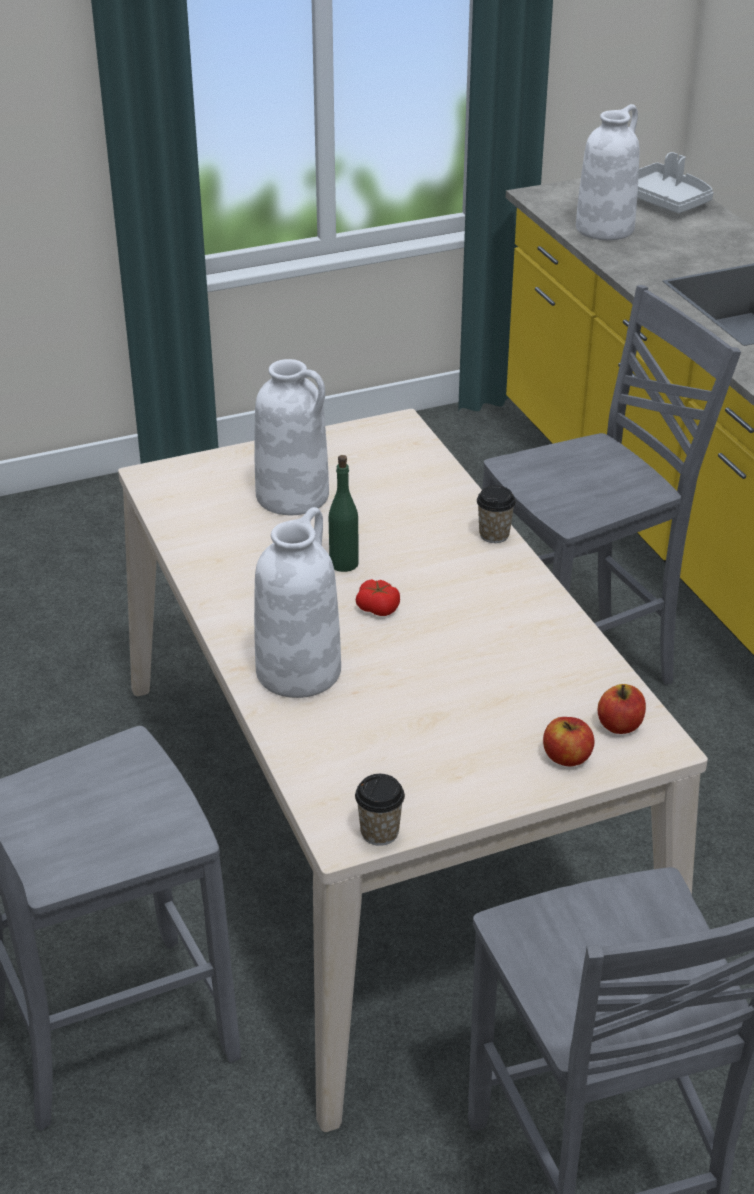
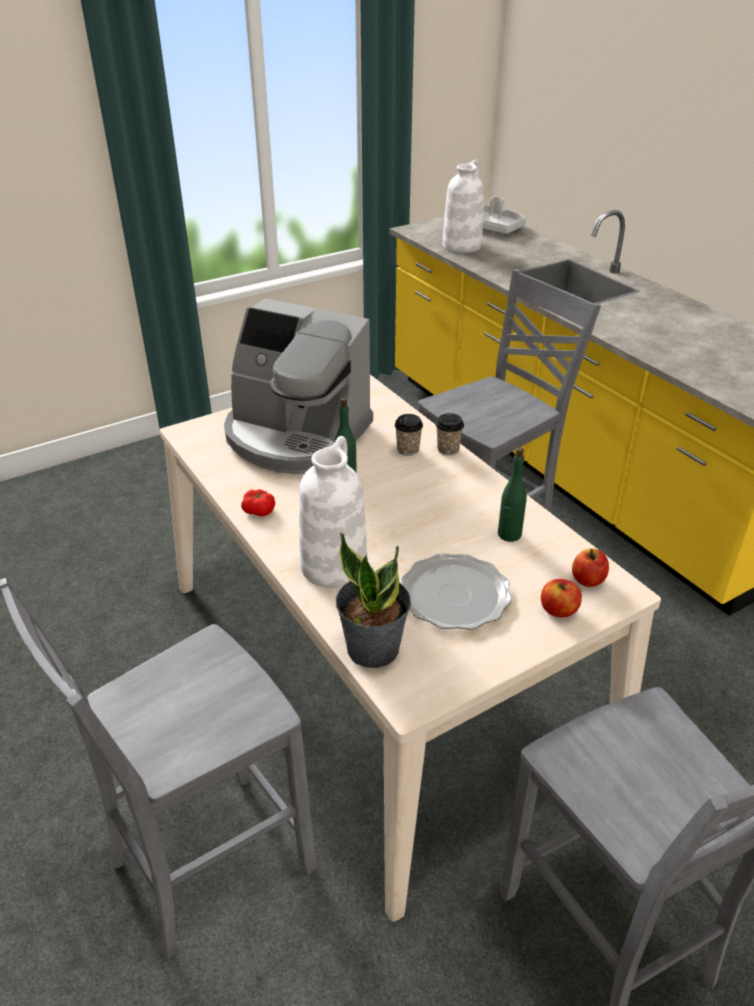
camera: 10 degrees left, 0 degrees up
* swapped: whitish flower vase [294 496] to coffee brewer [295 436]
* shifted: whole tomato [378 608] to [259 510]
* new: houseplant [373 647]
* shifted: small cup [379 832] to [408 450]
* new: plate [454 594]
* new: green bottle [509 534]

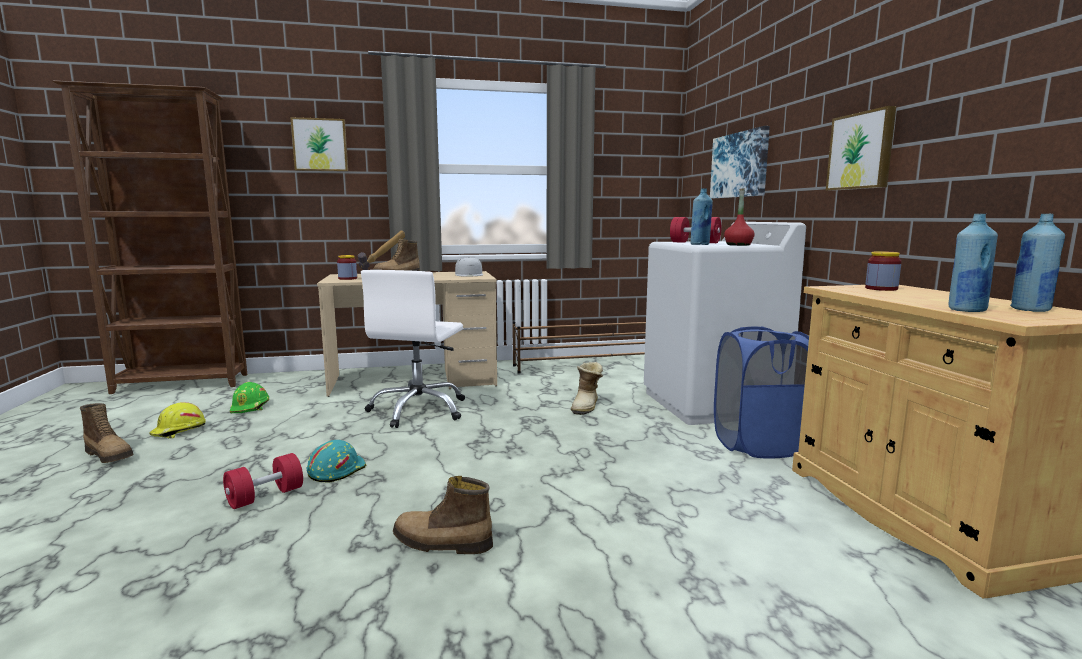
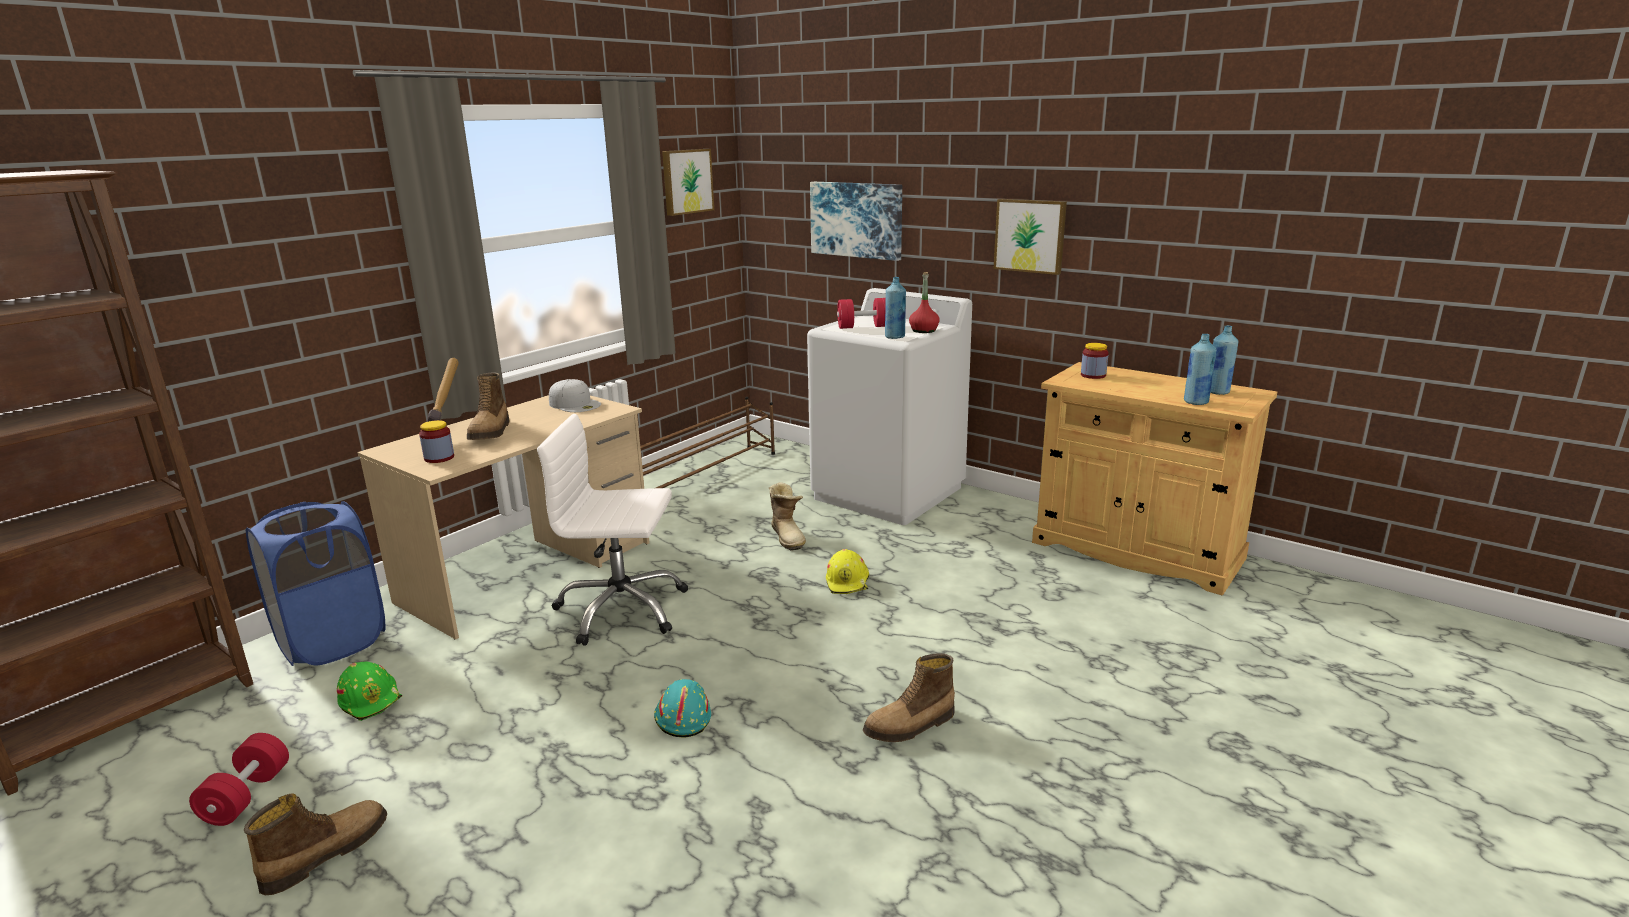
camera: 40 degrees left, 10 degrees up
* shifted: red-coloured dumbbell [265 496] to [247 796]
* rotated: tall boot [110 455] = [325 853] 45 degrees counterclockwise
* shifted: bluish washing basket [758 445] to [332 641]
* rotated: whitish desk chair [419 410] = [621 610] 120 degrees clockwise
* shifted: wall art [320 145] to [686 181]
* shifted: yellow-coloured hard hat [179 431] to [848 582]

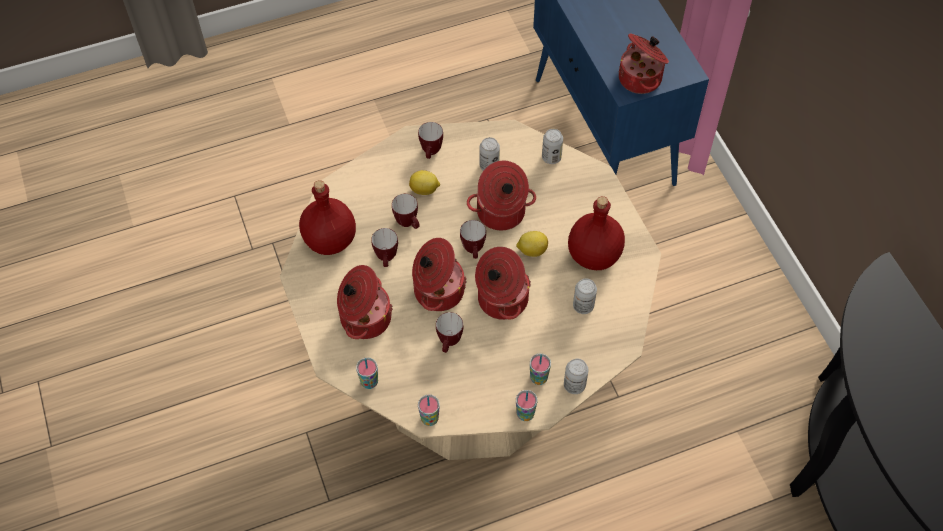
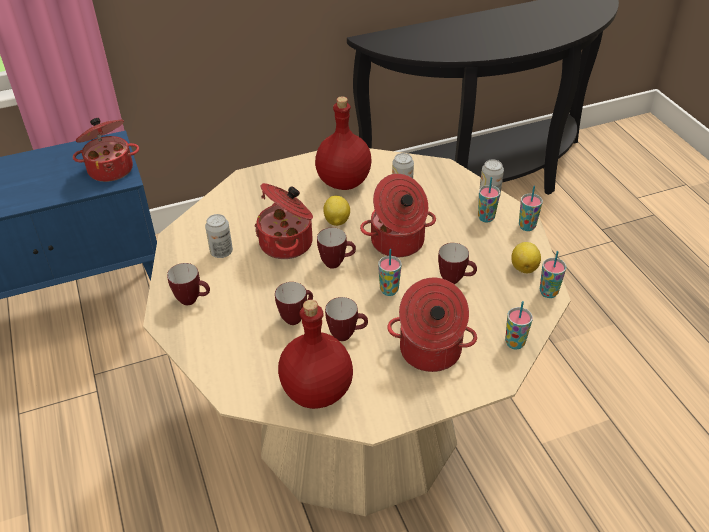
camera: 90 degrees left, 15 degrees down
* swapped: saucepot [437 290] to small cup [389 290]
* shifted: citrus fruit [425 190] to [524 267]
* gone: metal can [551 157]

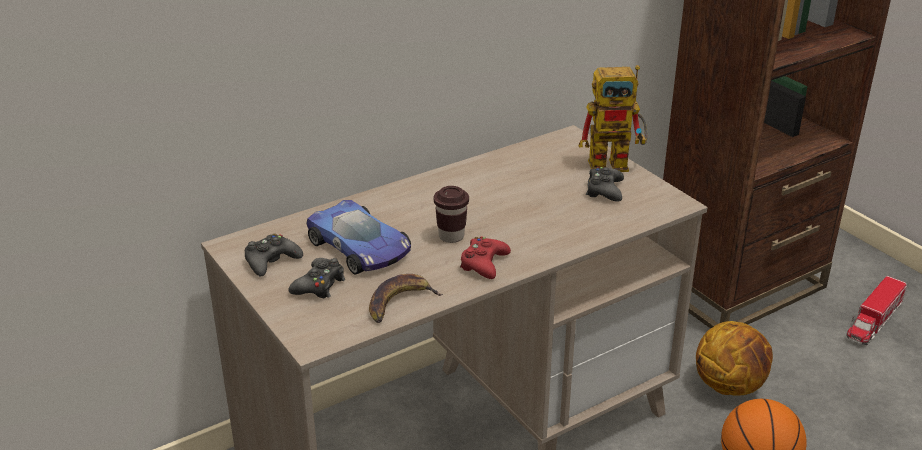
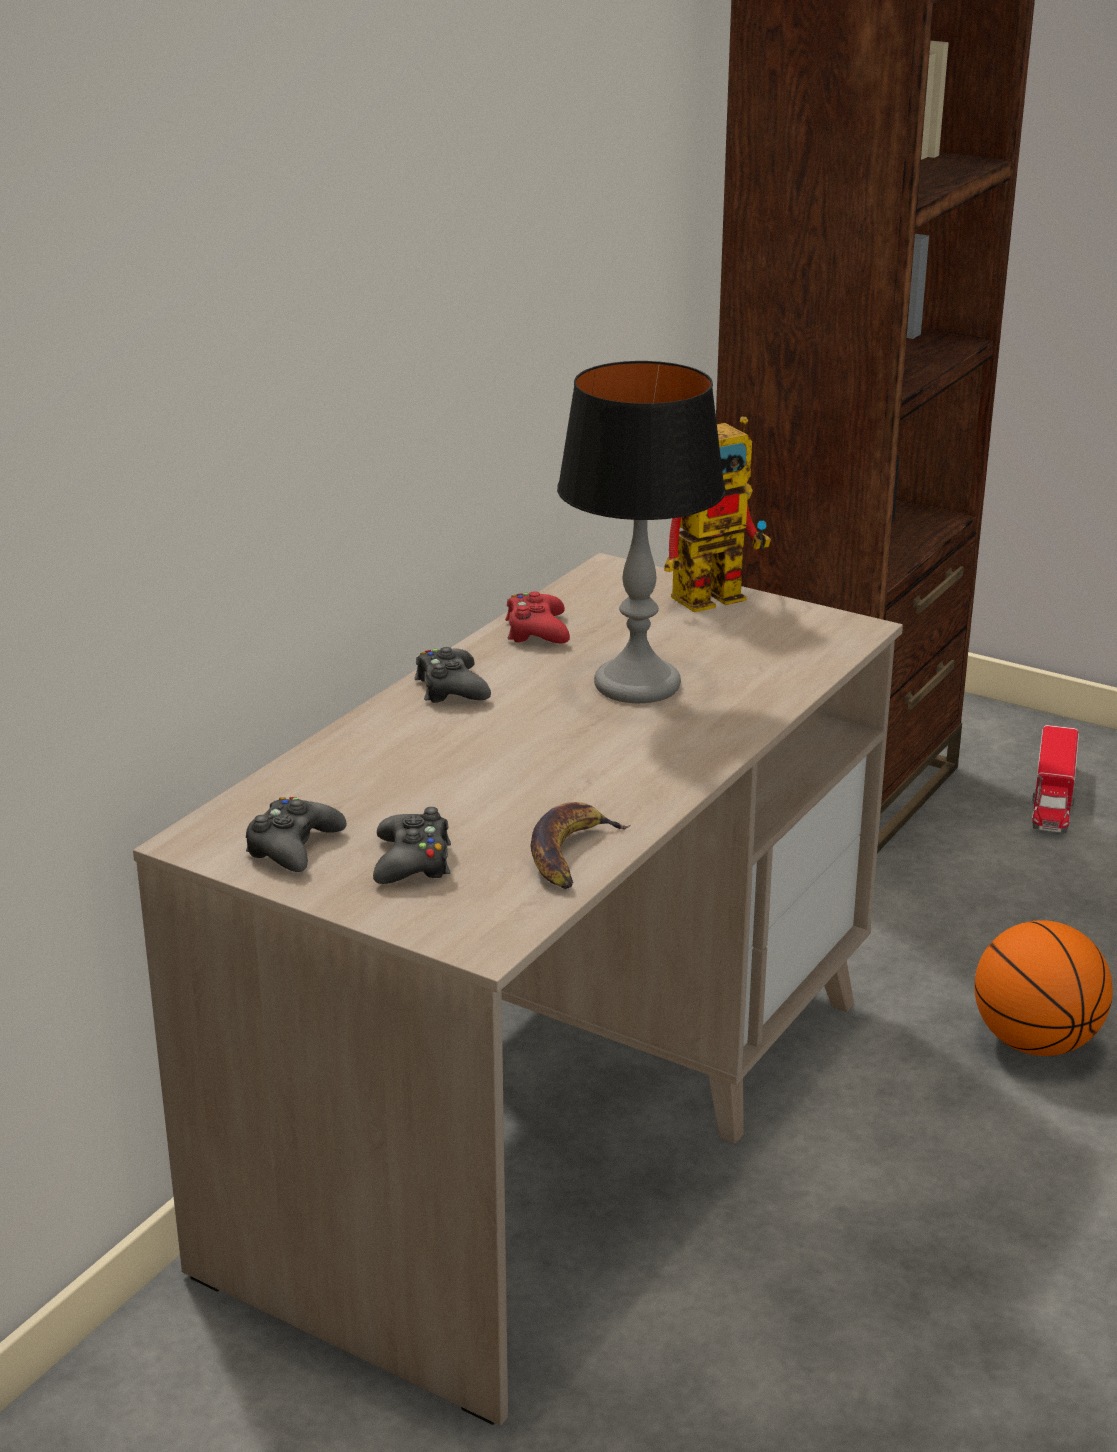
camera: 25 degrees left, 5 degrees down
* shifted: blackish game controller [604 190] to [451 688]
* shifted: red-coloured game controller [484 264] to [536 631]
* new: tabletop lamp [637 684]
* gone: model car [360 248]
* gone: brownish small cup [451 236]
* gone: basketball [730 386]

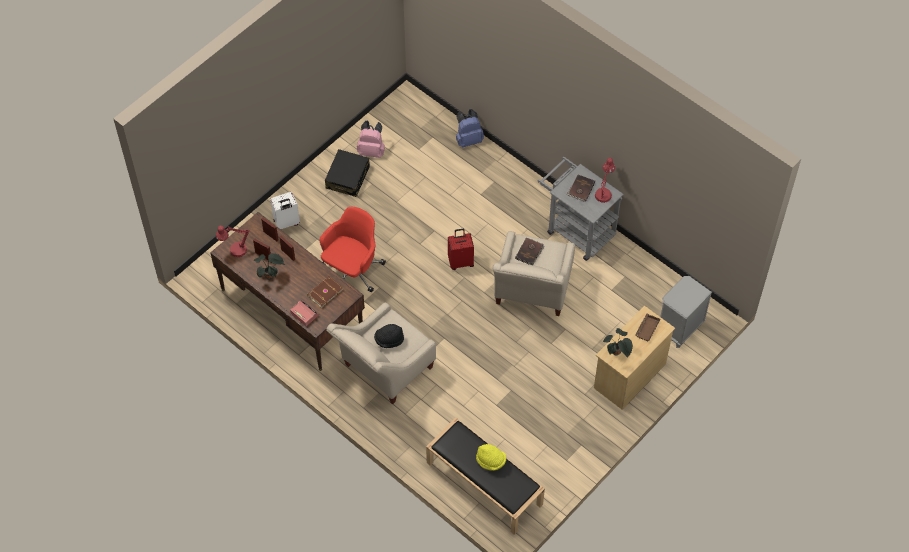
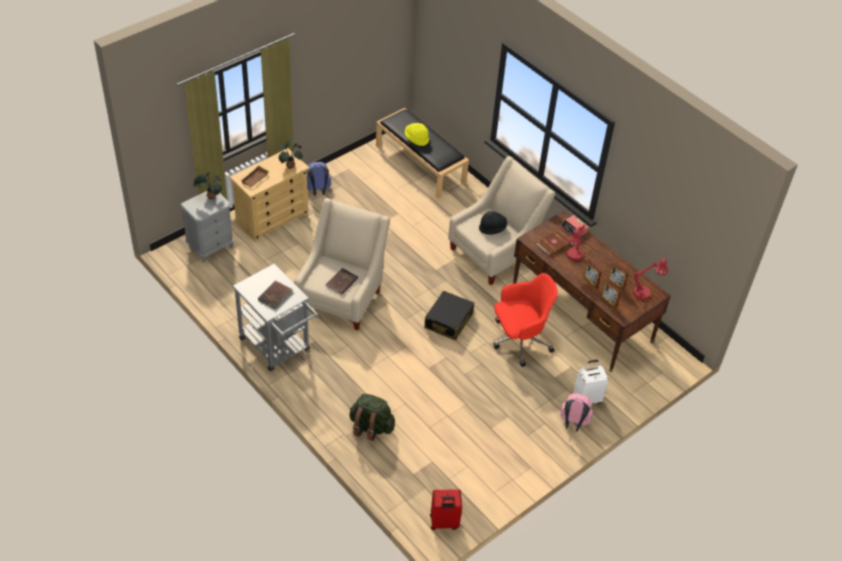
camera: 175 degrees left, 10 degrees down
* shifted: houseplant [270 276] to [210 197]
* shifted: bluish rucksack [468 139] to [318 191]
* new: green rucksack [371 427]
* shifted: blackish travel case [348 177] to [448 321]
* shifted: red-coloured travel case [460 262] to [444 523]
* rotated: red-coloured desk chair [352 271] = [519 340] 150 degrees counterclockwise
* shifted: pink rucksack [372 151] to [573 423]
* shifted: red-coloured tabletop lamp [604 192] to [573 257]

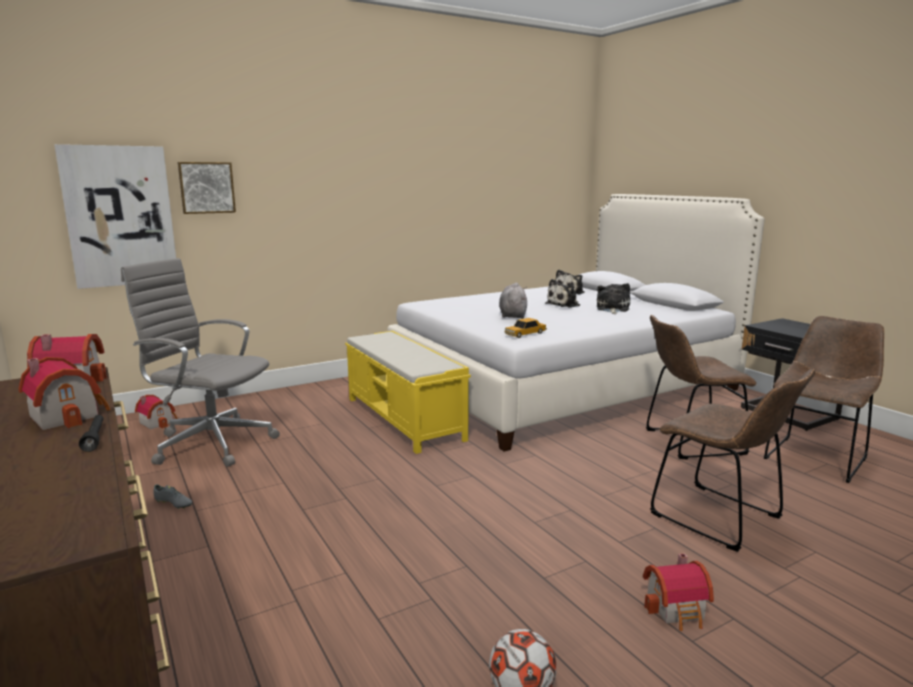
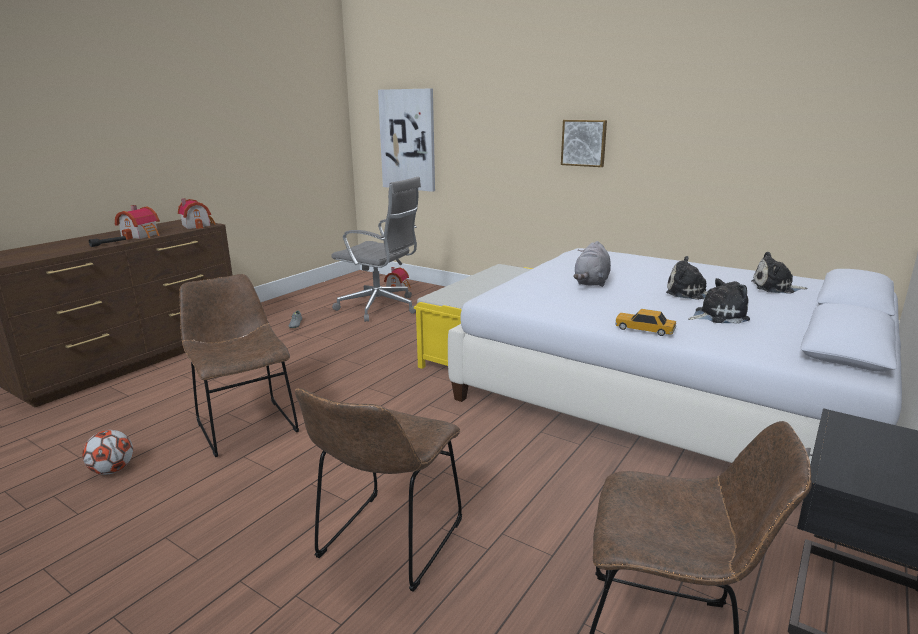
camera: 65 degrees right, 5 degrees up
* shifted: brownish chair [689 442] to [245 424]
* rotated: gray desk chair [211 443] = [380 308] 120 degrees clockwise
* shifted: wall art [206 187] to [584 143]
* rotated: gray plush toy [512 315] = [591 282] 135 degrees clockwise
* shifted: model car [525 334] to [644 329]
* gone: miniature house [678 609]

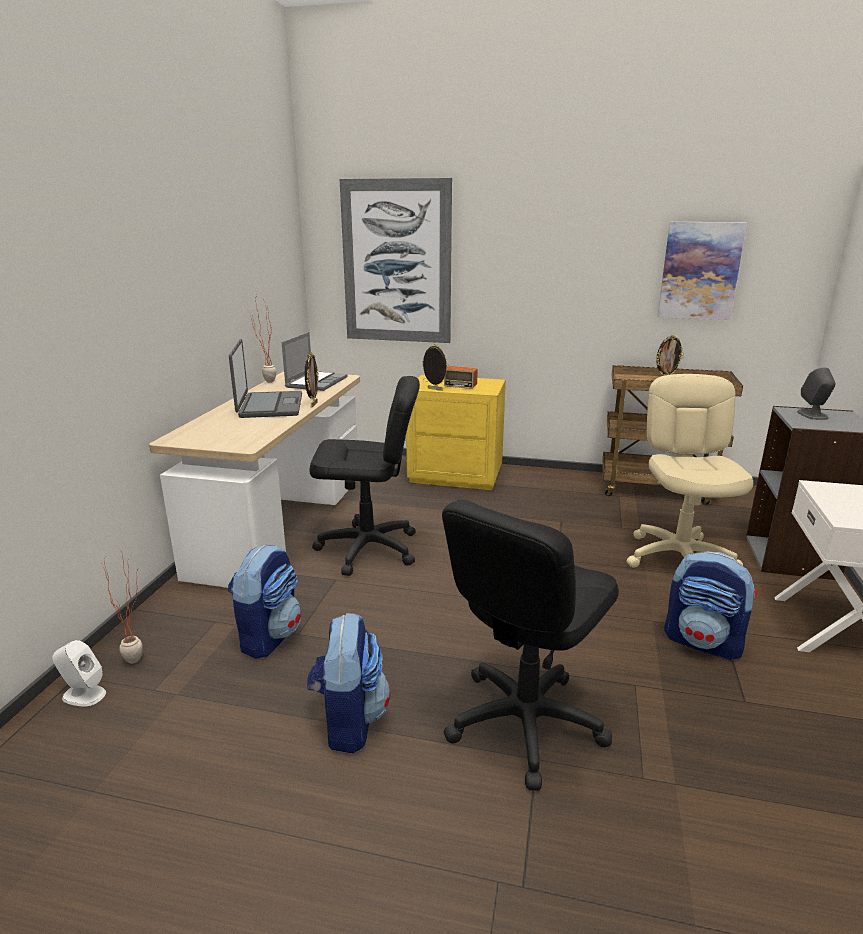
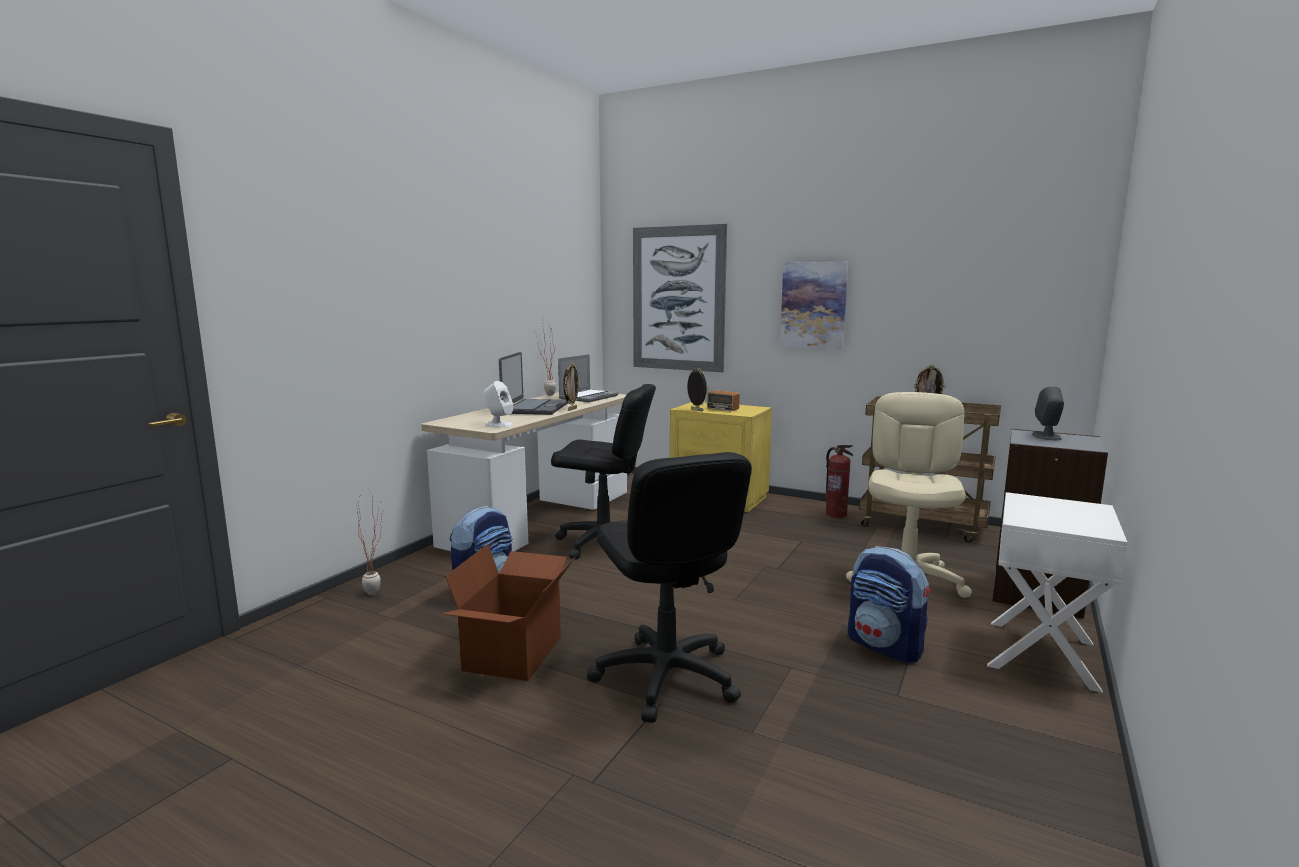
camera: 15 degrees right, 10 degrees down
* swapped: rucksack [349 721] to carton [515 654]
* shifted: whitish audio speaker [83 695] to [498 425]
* rotated: blackish desk chair [524 722] = [666 677] 75 degrees counterclockwise
* shifted: wall art [699 271] to [813 305]
* new: fire extinguisher [836 514]

